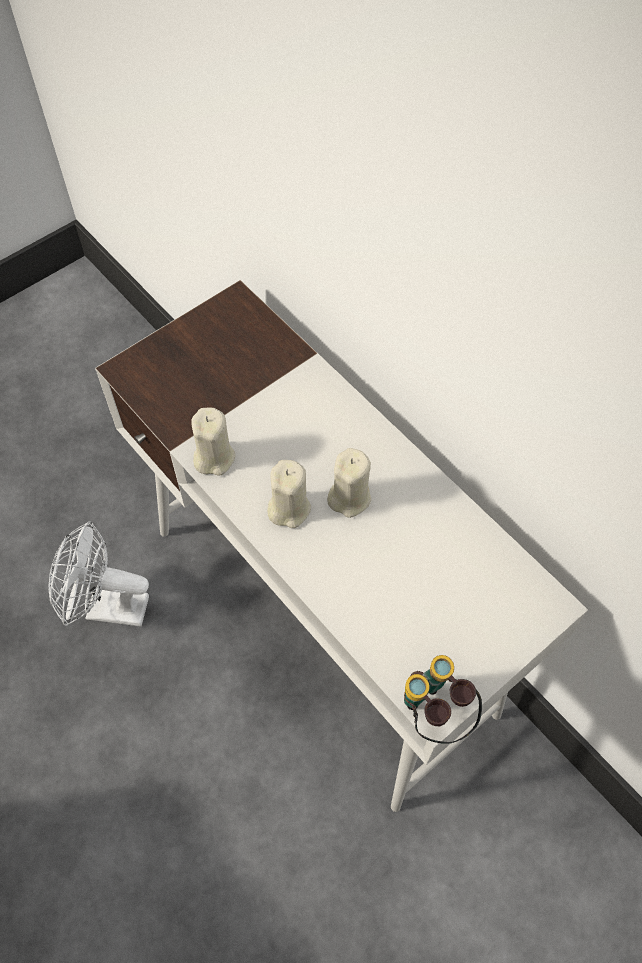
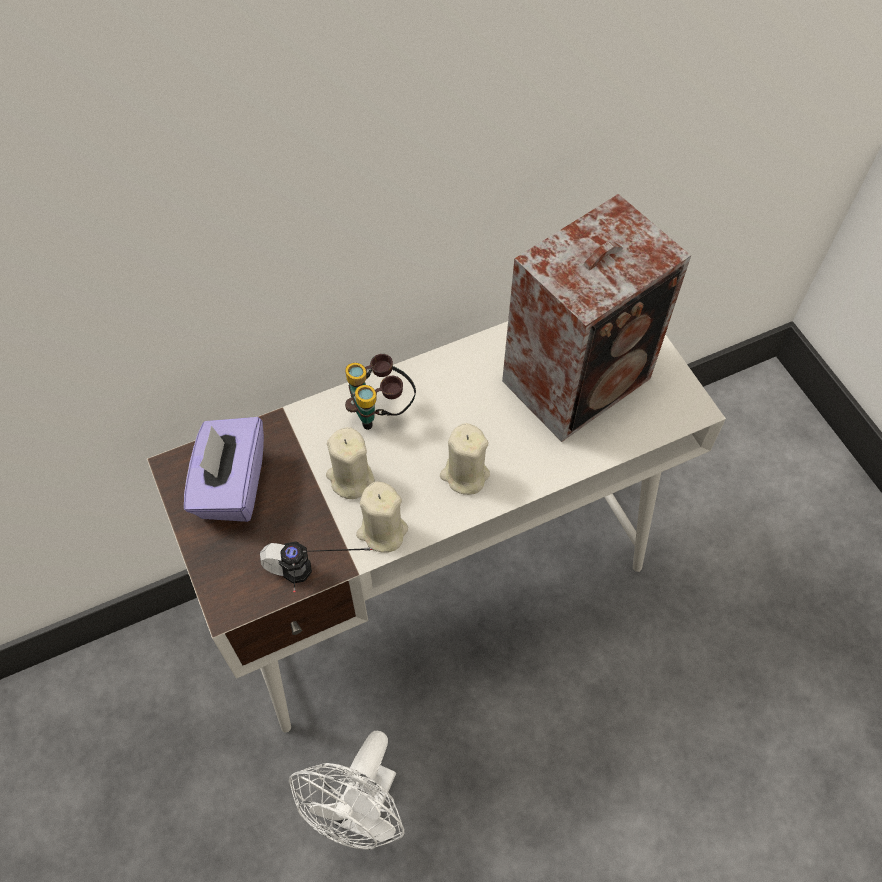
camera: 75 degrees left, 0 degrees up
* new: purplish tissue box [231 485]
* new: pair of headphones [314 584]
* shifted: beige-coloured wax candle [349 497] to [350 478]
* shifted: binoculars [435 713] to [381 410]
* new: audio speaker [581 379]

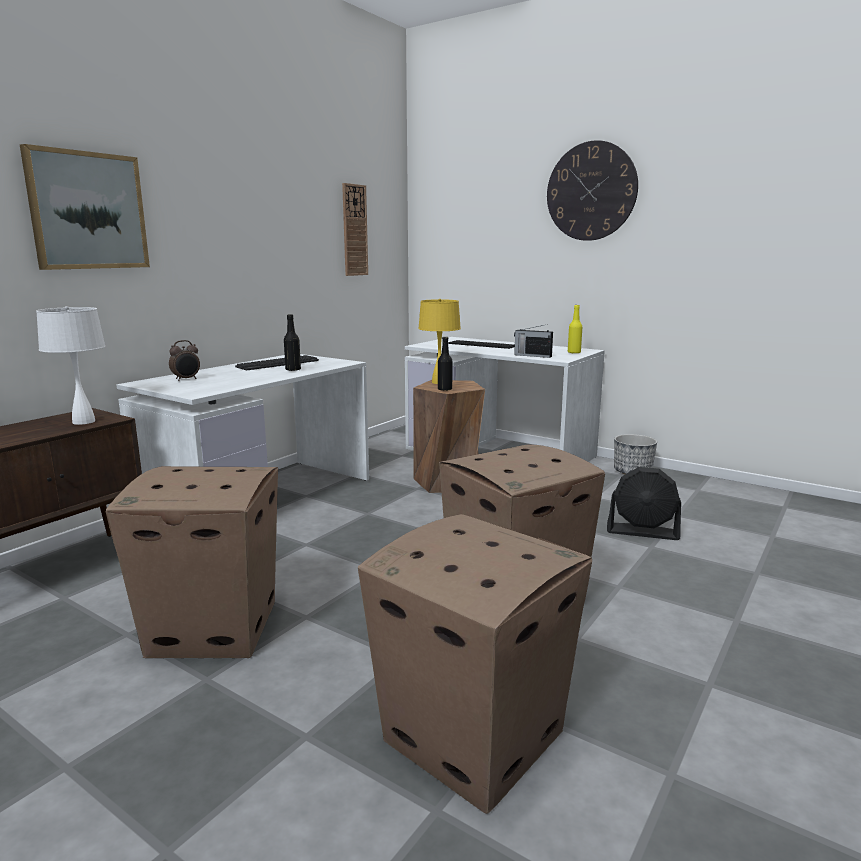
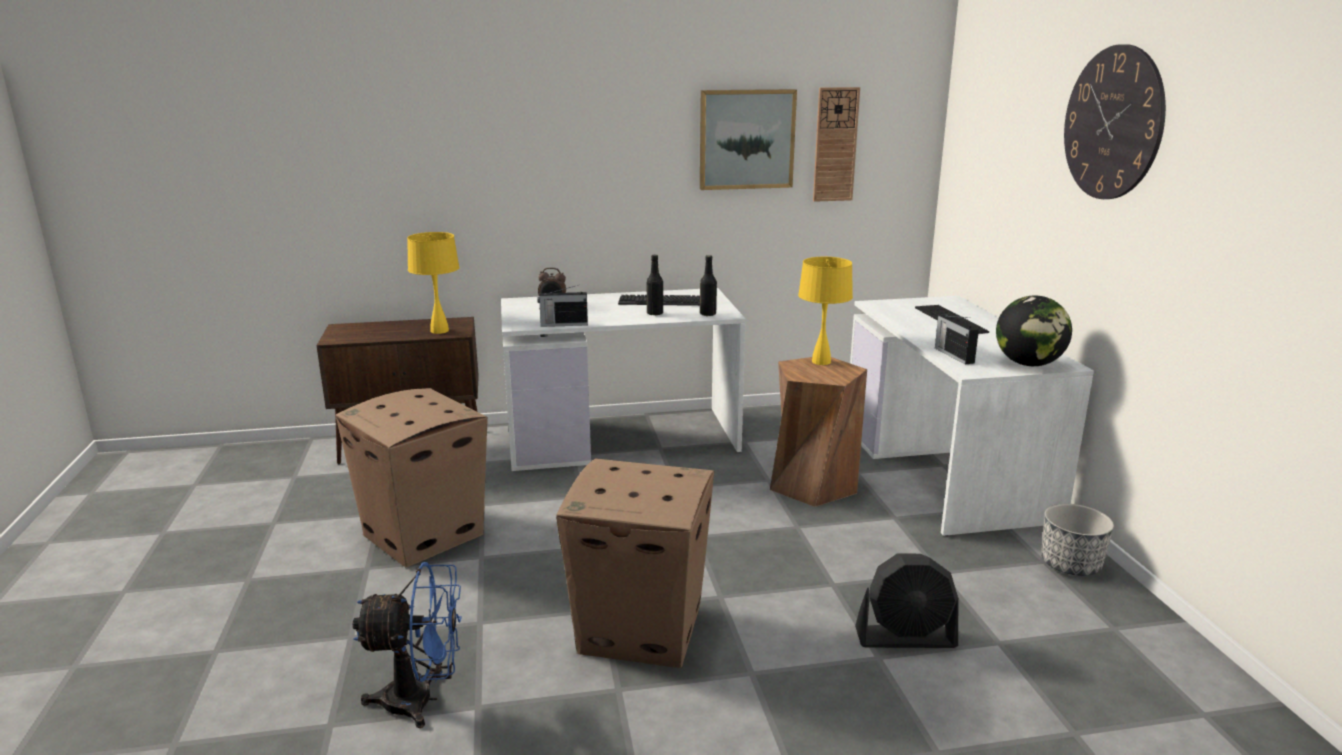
camera: 45 degrees right, 5 degrees up
* swapped: carton [471 735] to bluish cooling fan [422 700]
* repainted: whitish tabletop lamp [83 422] to yellow-coloured tabletop lamp [439 331]
* new: radio receiver [563 324]
* shifted: wall art [87 211] to [746 139]
* shifted: blackish bottle [445 389] to [708 314]
* rotated: blackish cooling fan [642 532] = [906 638] 60 degrees counterclockwise
* swapped: yellow-coloured bottle [574 352] to globe [1028 364]

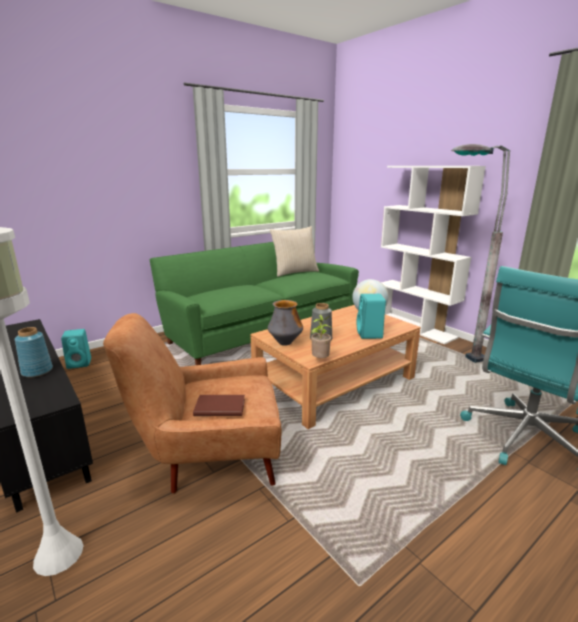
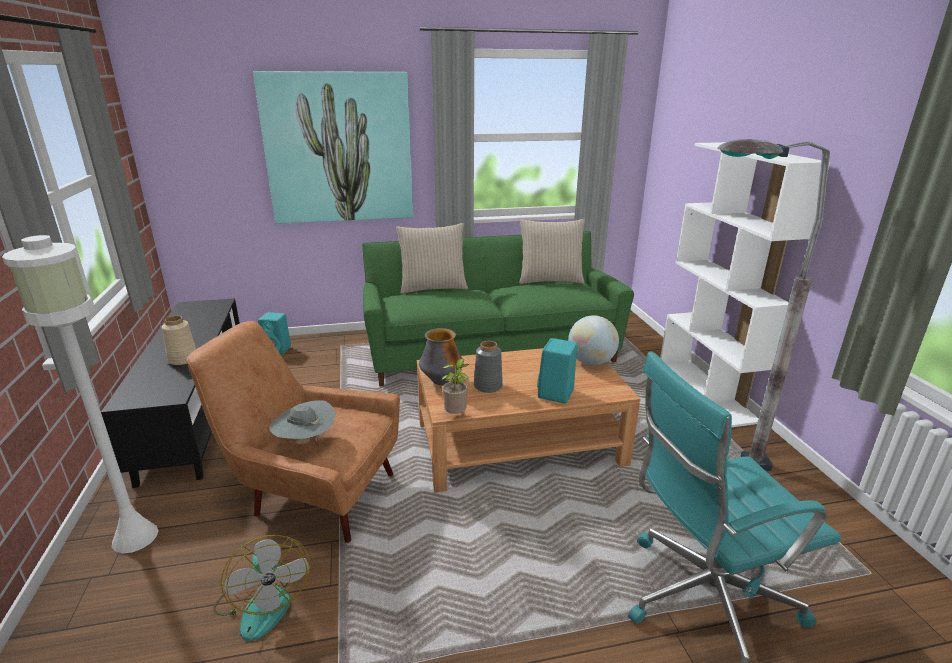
camera: 25 degrees right, 5 degrees up
* repainted: bluish flower vase [37 371] to beige-coloured flower vase [183 360]
* new: cooling fan [263 602]
* new: wall art [339 148]
* swapped: brownish book [219 407] to gray clothing hat [305 441]
* new: beige-coloured pillow [433 288]

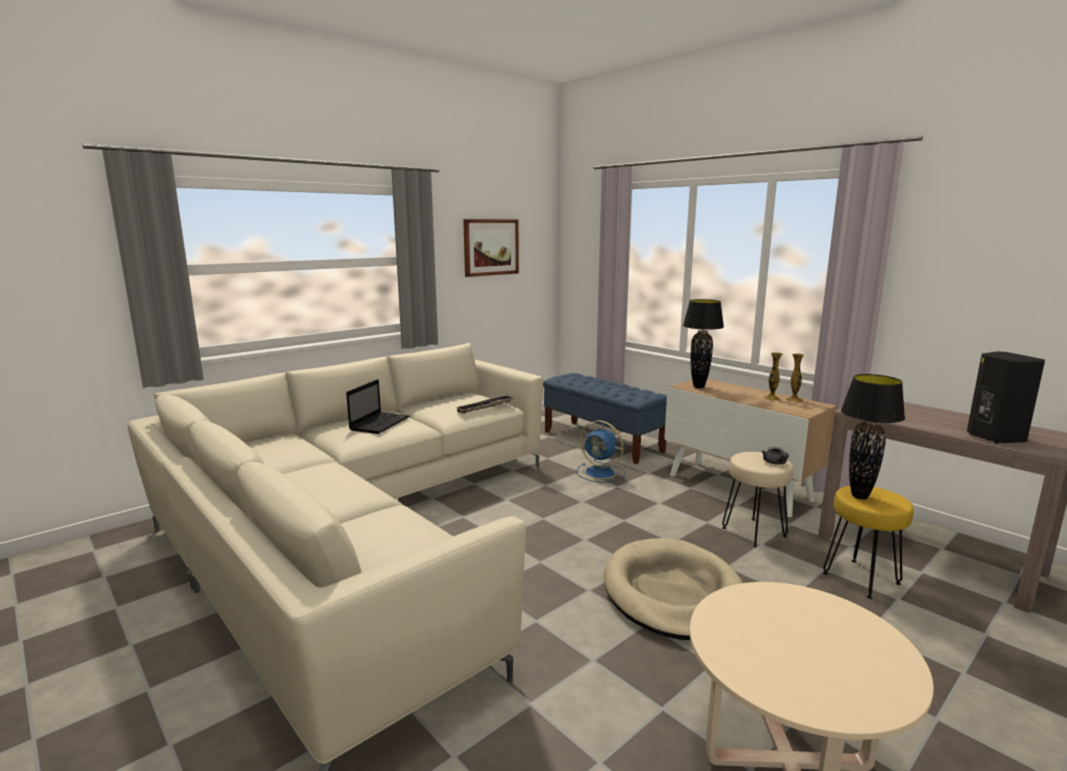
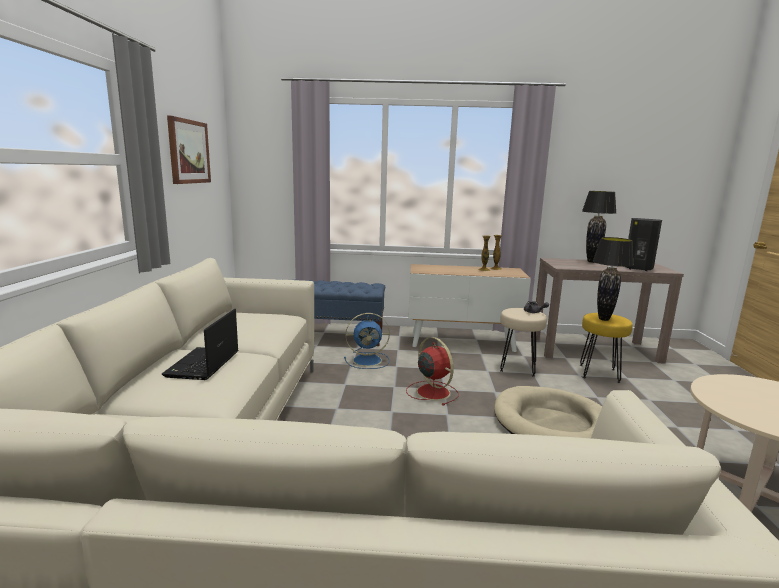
camera: 45 degrees left, 0 degrees up
* rotated: laptop [380 423] = [203 365] 150 degrees counterclockwise
* new: red-coloured cooling fan [432 392]
* shifted: blackish tabletop lamp [698 387] to [592 262]
* gone: serving tray [485 407]

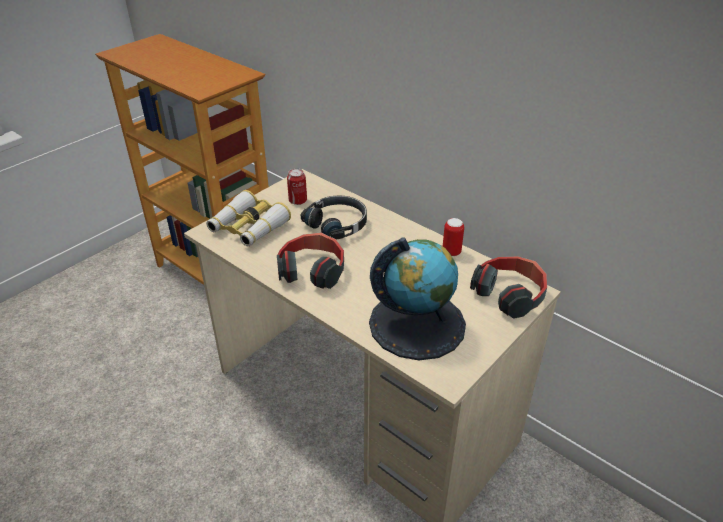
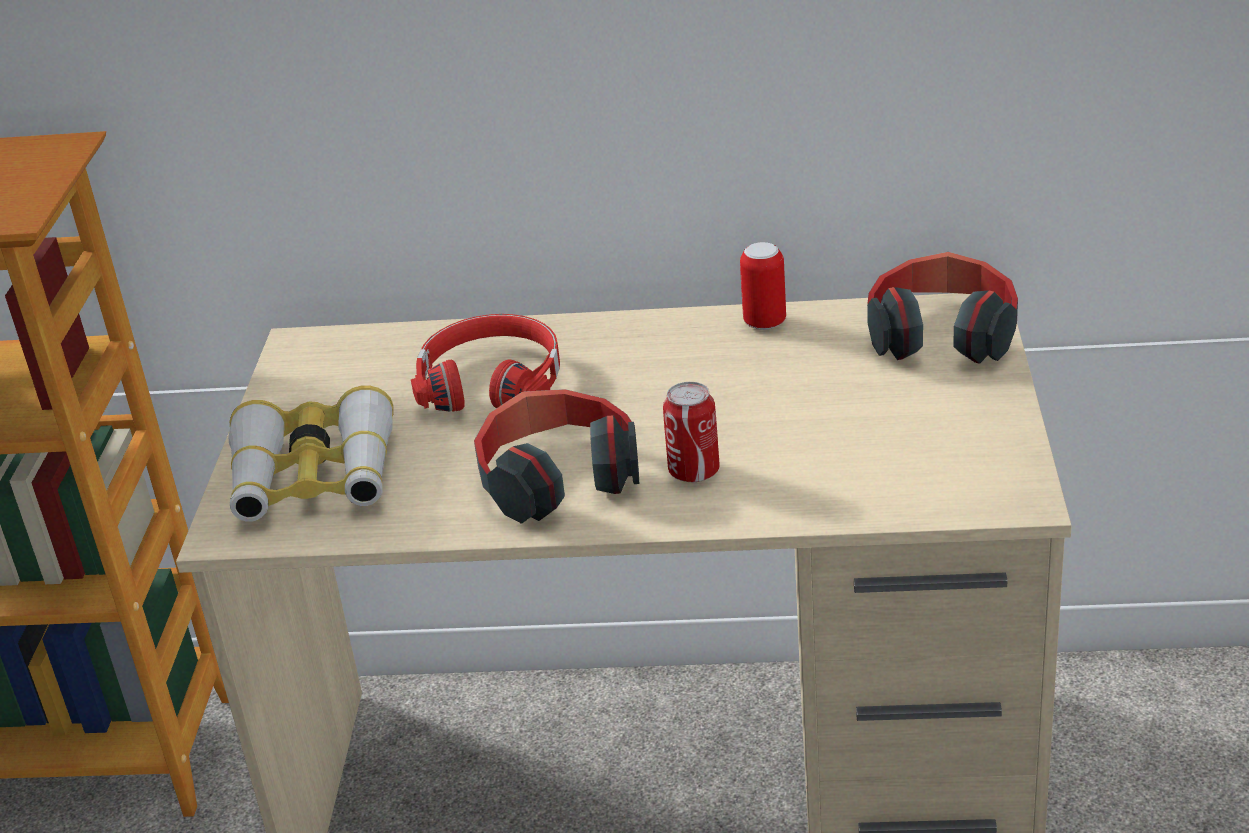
camera: 35 degrees left, 5 degrees down
* repainted: blackish pair of headphones [337 224] to red-coloured pair of headphones [492 382]
* shifted: metal can [298 201] to [694 471]
* gone: globe [417 324]

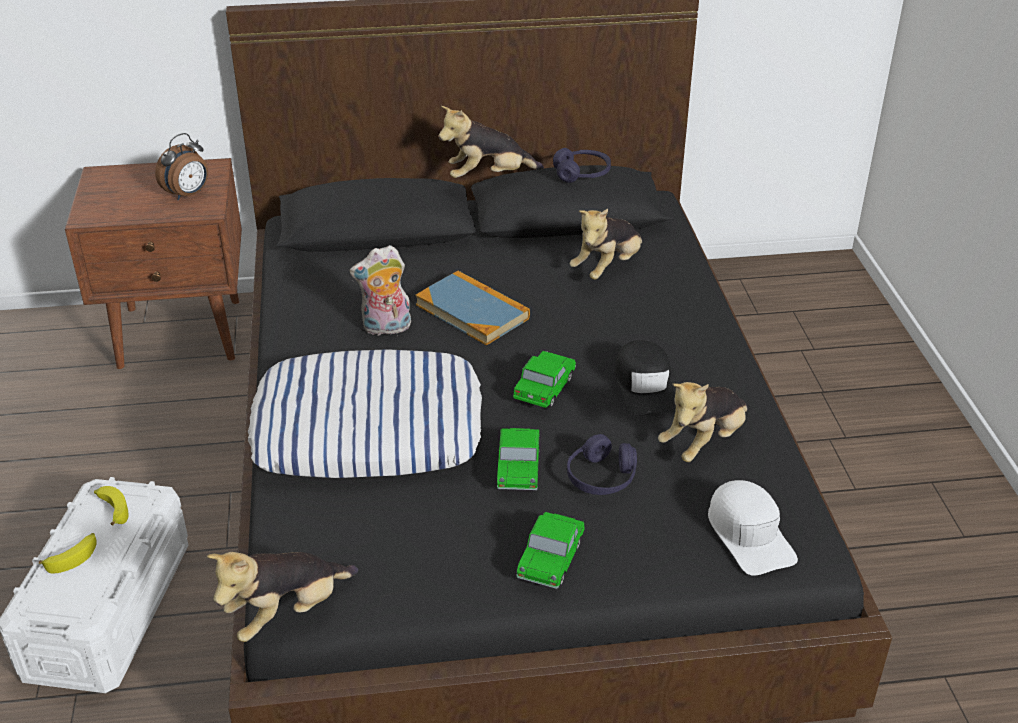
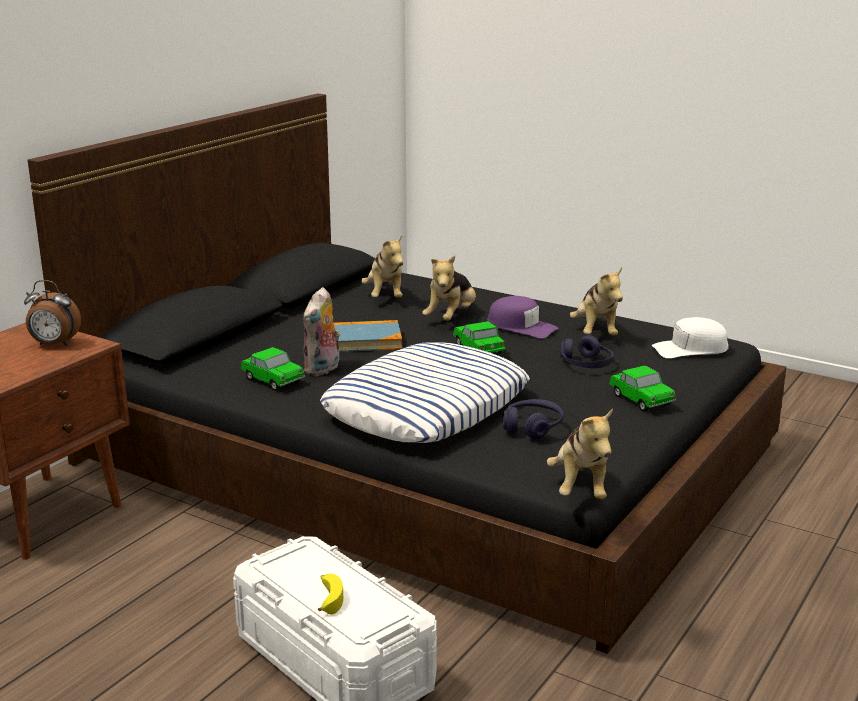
camera: 50 degrees left, 15 degrees down
* rotated: table clock [188 195] = [54 345] 105 degrees clockwise
* shifted: model car [518 470] to [273 380]
* shifted: plush toy [488 177] to [451 317]
* repainted: blackish baseball cap [645 386] to purplish baseball cap [521 327]
* shifted: purplish pair of headphones [582 174] to [532 427]
* rotated: whitish baseball cap [749 535] = [690 349] 150 degrees clockwise
* gone: whole banana [111 509]

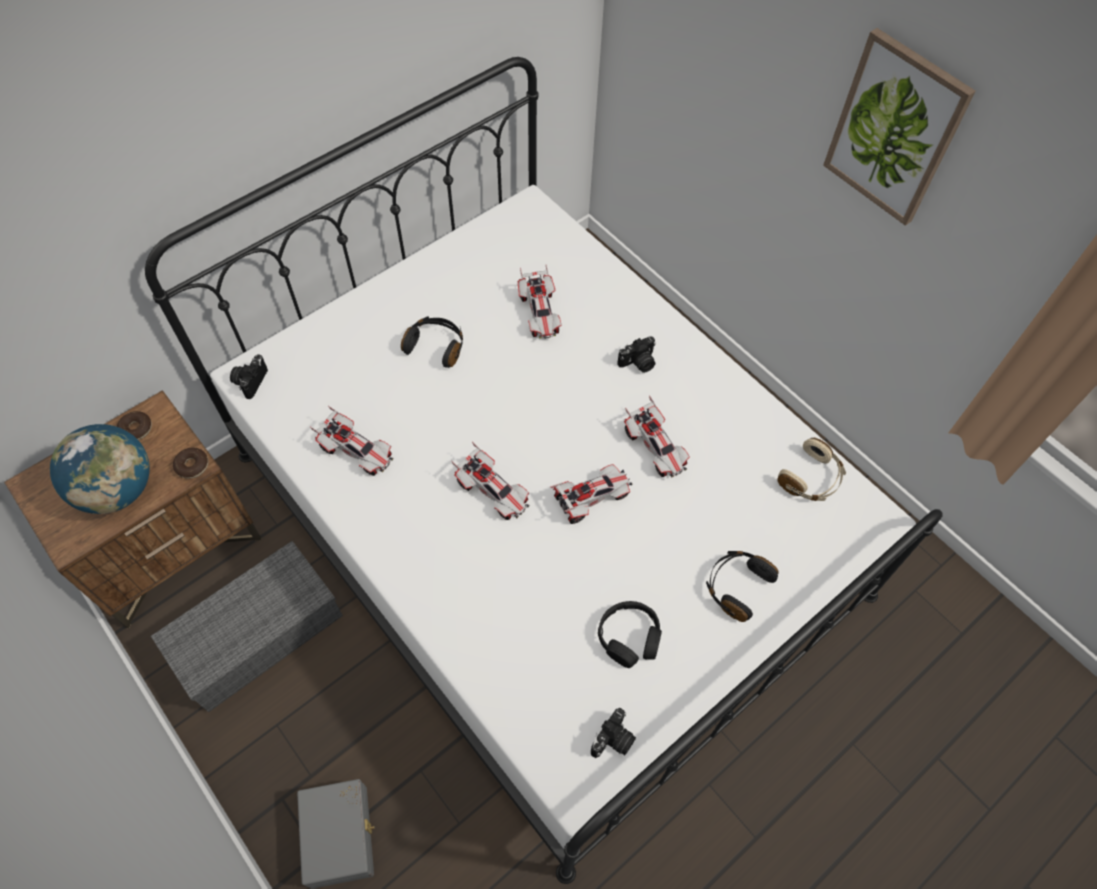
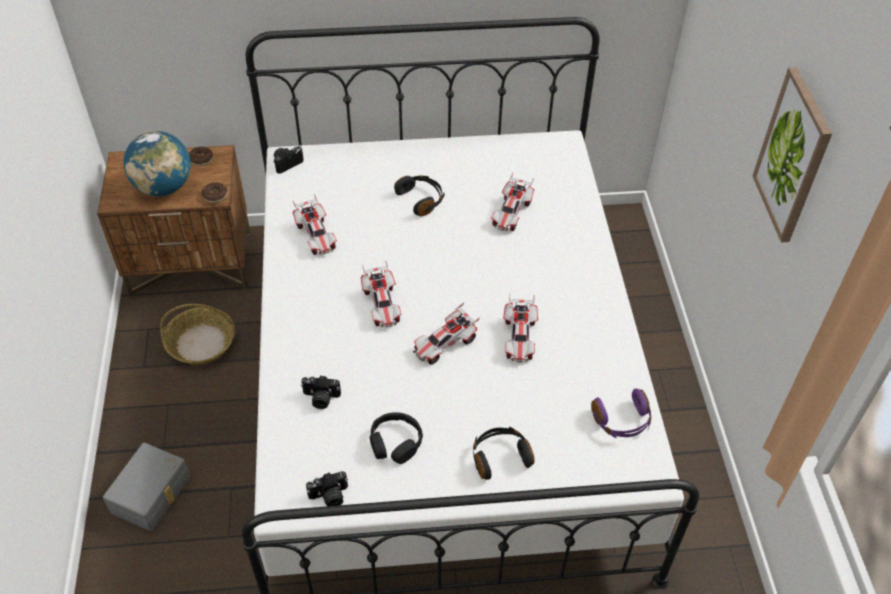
camera: 35 degrees right, 10 degrees down
* swapped: gray storage bin [258 631] to household basket [202 343]
* shifted: still camera [638 363] to [321 398]
* rotated: model car [591 498] = [445 345] 135 degrees clockwise
* repainted: beige-coloured pair of headphones [811 478] to purplish pair of headphones [622 421]

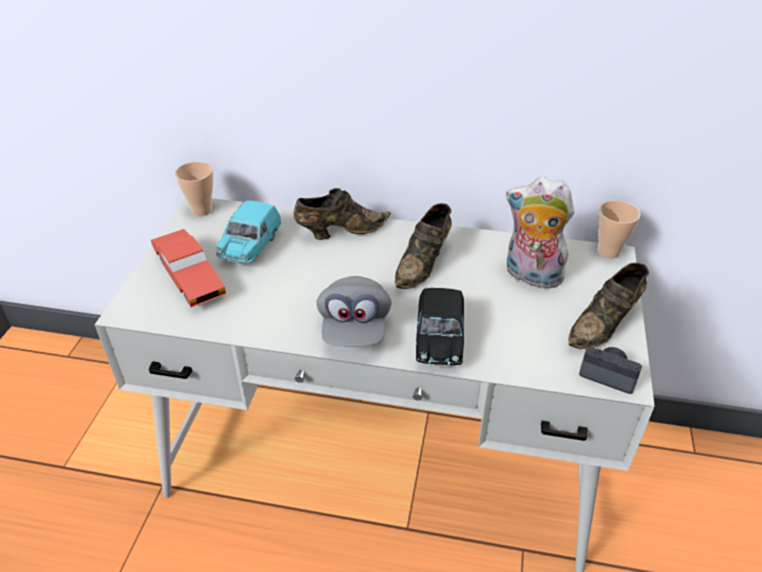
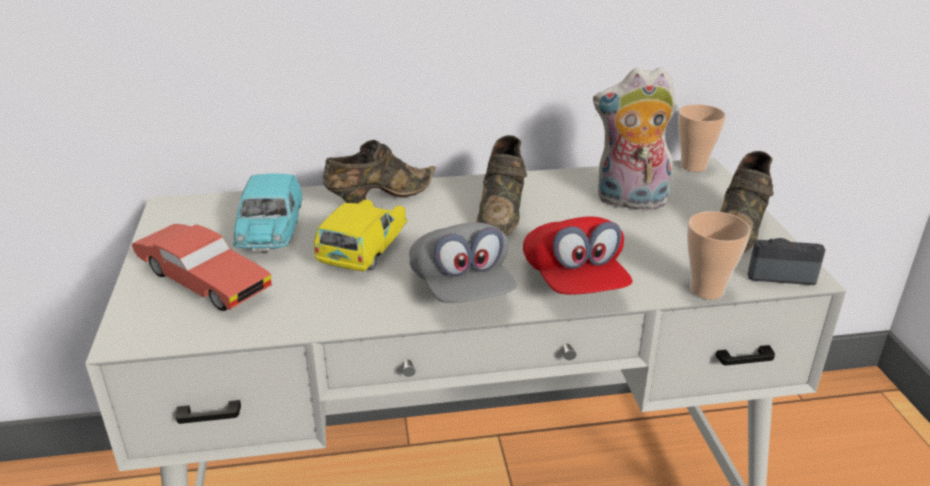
camera: 20 degrees left, 10 degrees down
* new: yellow-coloured model car [364 251]
* swapped: blackish model car [439 342] to red-coloured baseball cap [574 282]
* shifted: small cup [201 210] to [707 290]

